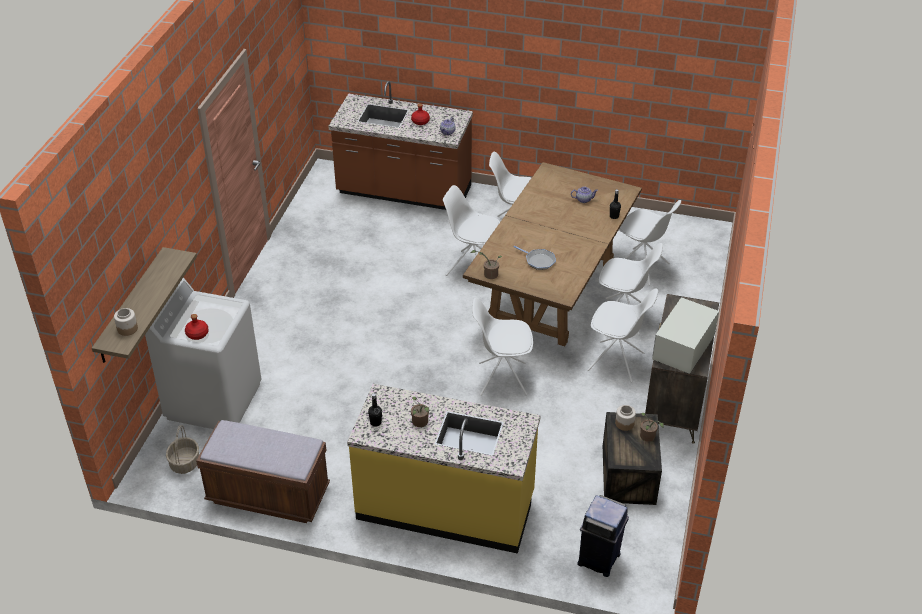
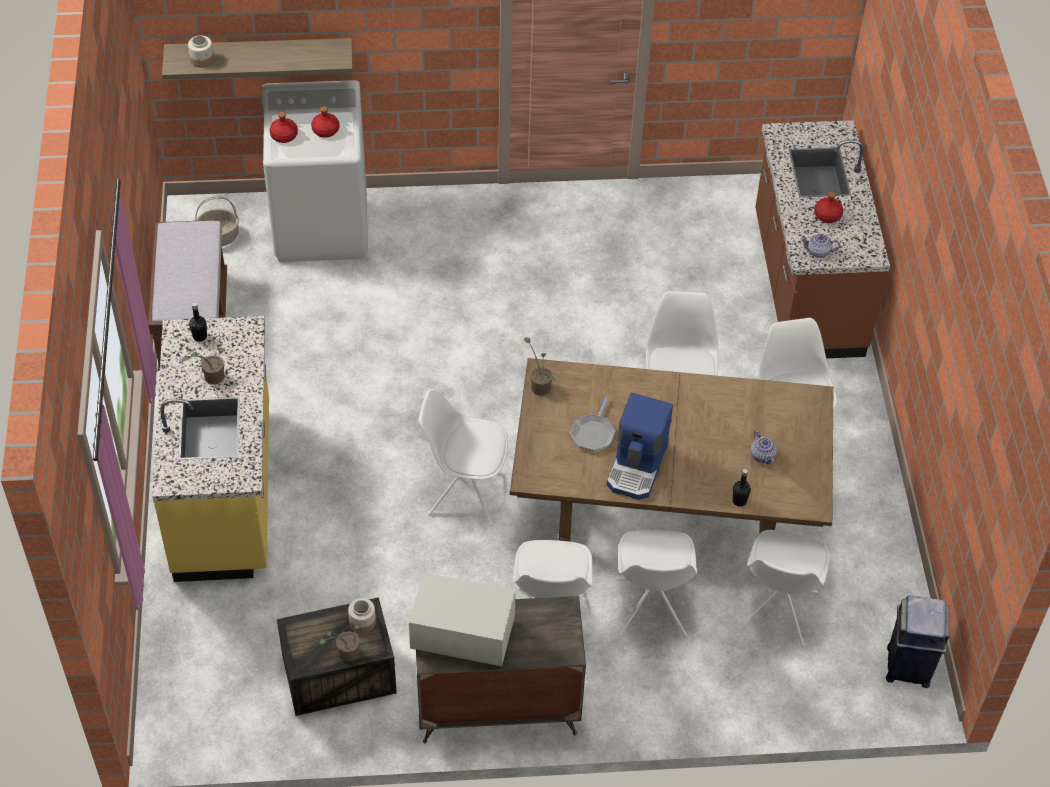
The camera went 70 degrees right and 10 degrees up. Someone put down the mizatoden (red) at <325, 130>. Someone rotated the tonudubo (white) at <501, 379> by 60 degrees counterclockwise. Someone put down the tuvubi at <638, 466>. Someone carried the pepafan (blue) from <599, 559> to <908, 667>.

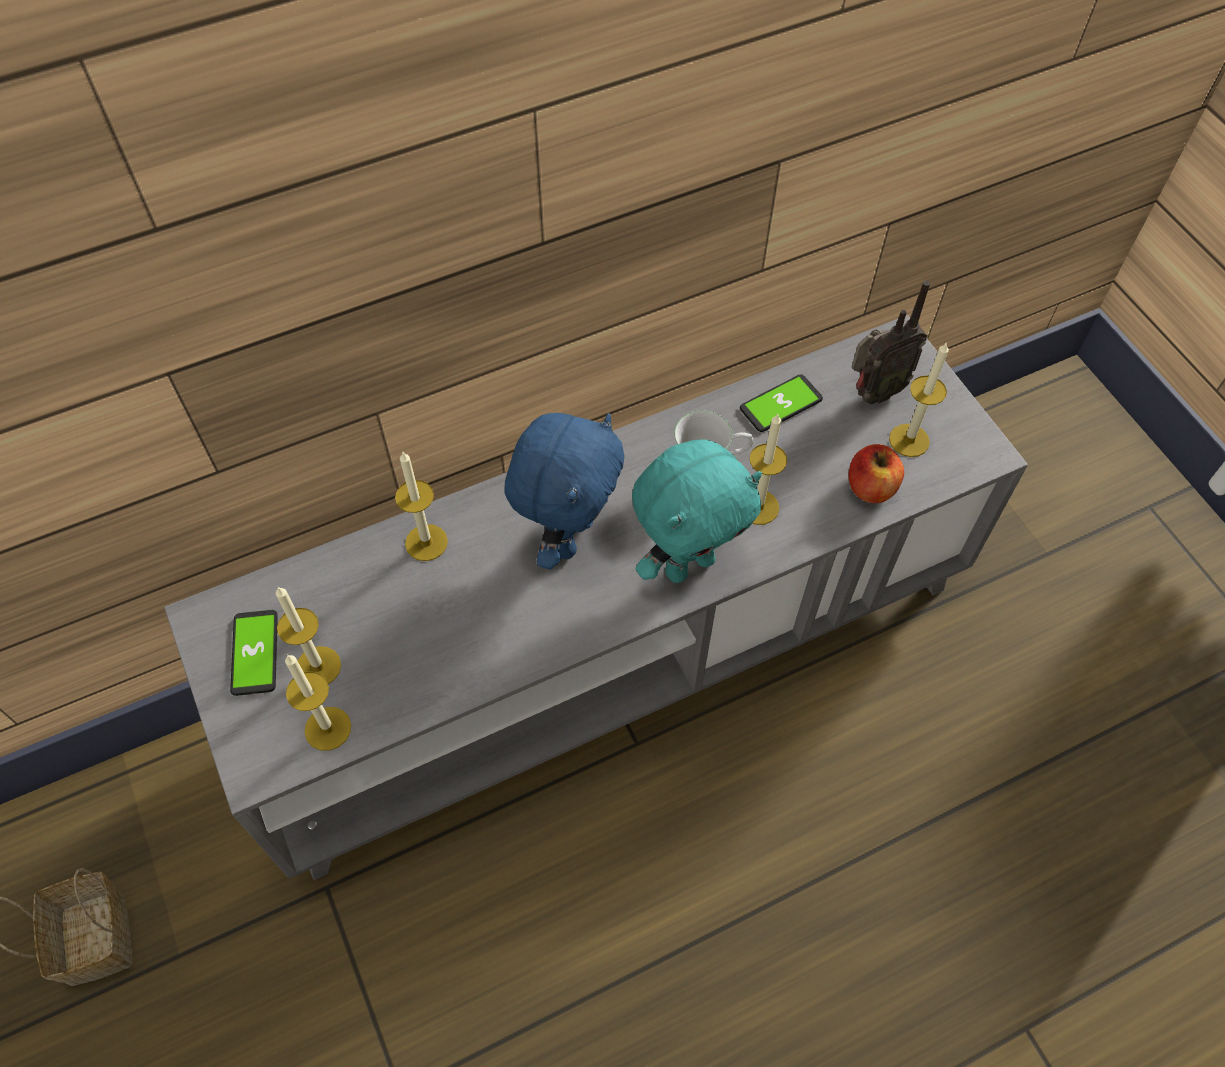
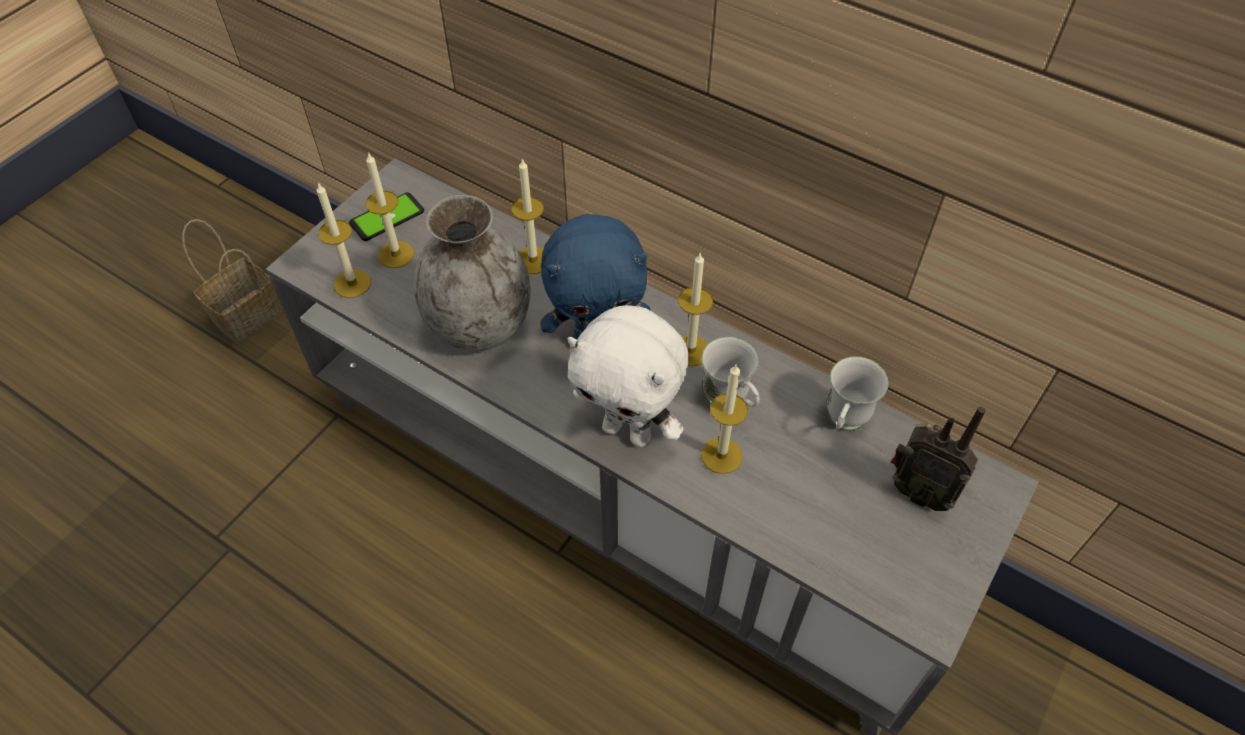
The camera went 60 degrees right and 5 degrees down. Someone put down the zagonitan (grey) at <480, 325>. Someone repainted the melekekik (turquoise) at <688, 564>, which became the melekekik (white) at <628, 431>. Someone carried the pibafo from <909, 440> to <690, 350>. Someone swapped the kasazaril at <781, 404> for the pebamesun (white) at <843, 424>. Someone took away the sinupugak at <871, 487>.

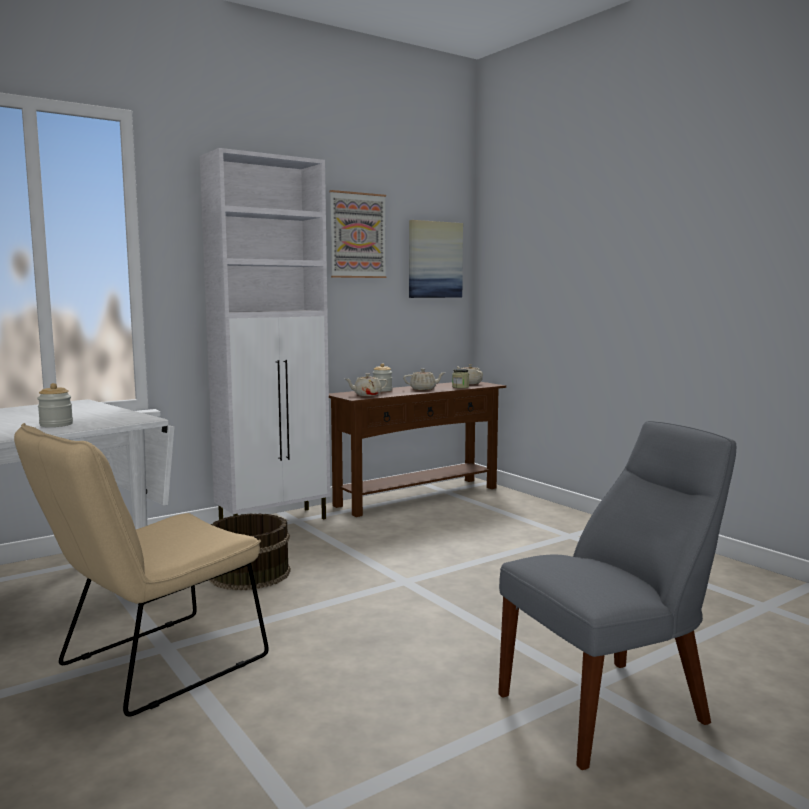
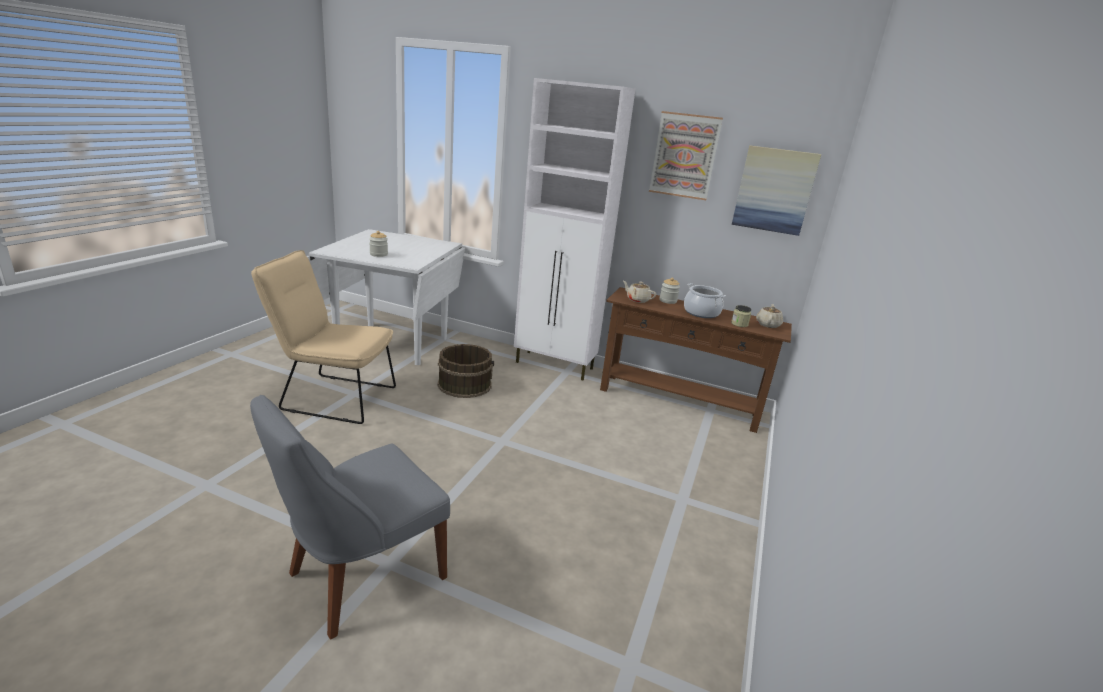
The camera went 55 degrees right and 15 degrees up. Someone rotated the tonudubo (grey) at <610, 707> by 105 degrees clockwise. Someone swapped the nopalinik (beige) at <423, 389> for the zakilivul at <701, 313>.

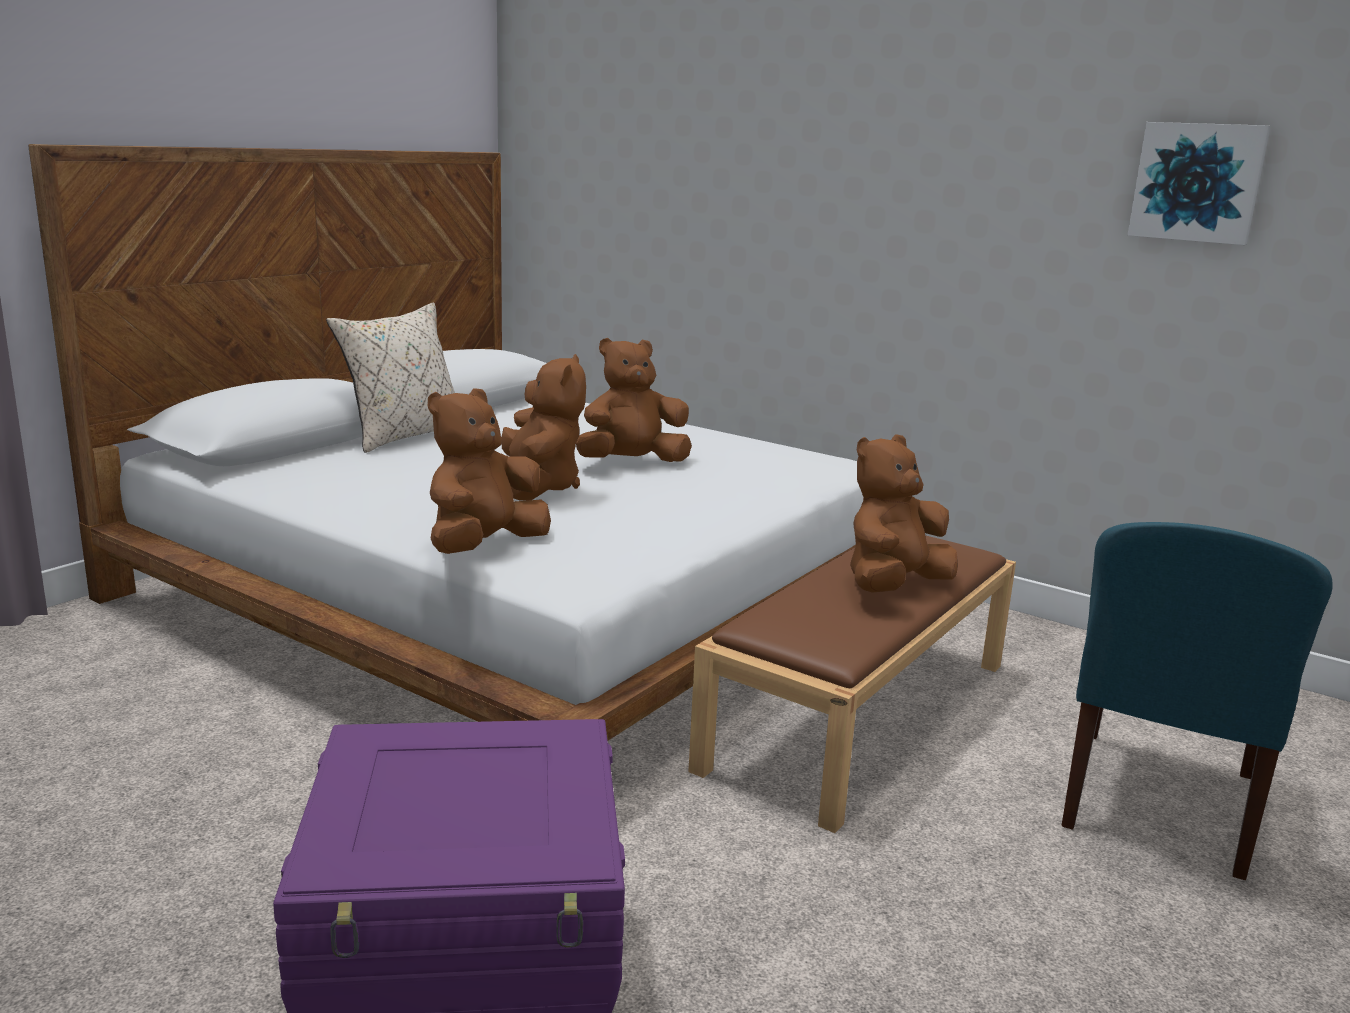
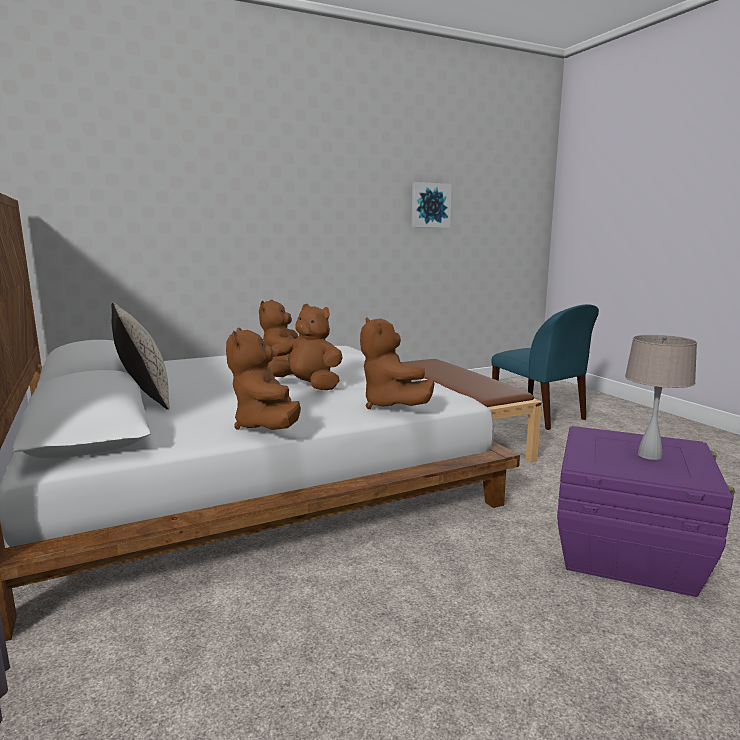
The camera went 60 degrees left and 5 degrees down. Someone carried the melekekik (brown) from <893, 586> to <267, 426>. Someone put down the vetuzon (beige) at <649, 455>.

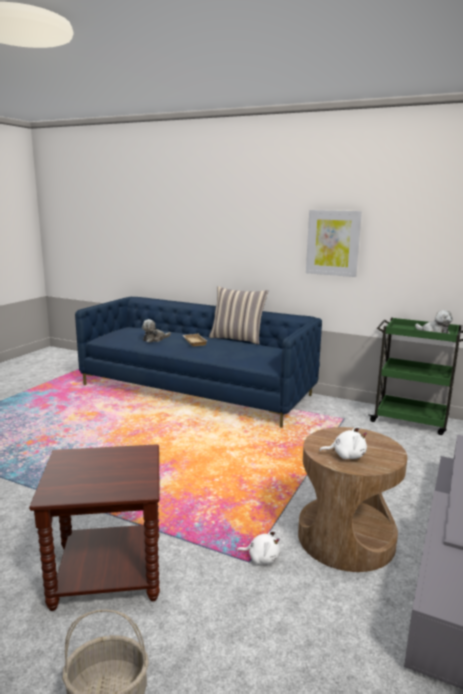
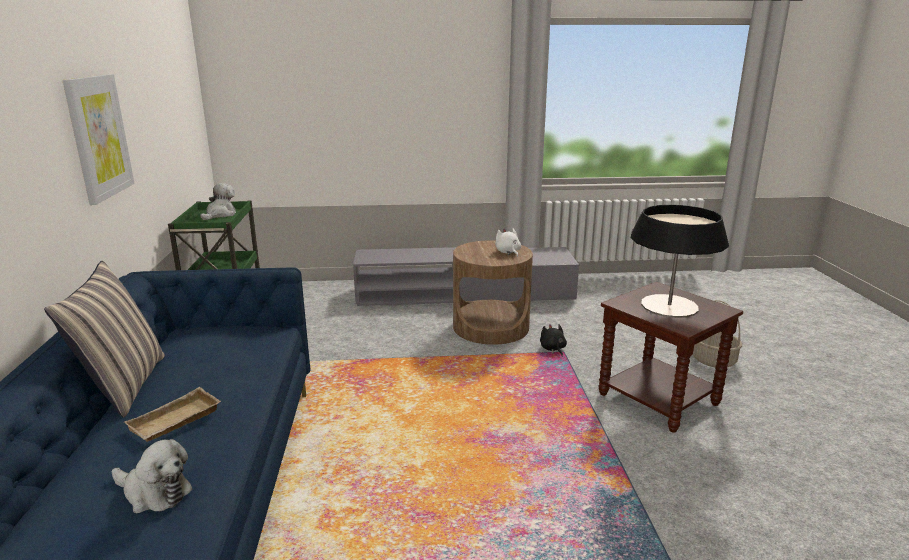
The camera went 120 degrees left and 5 degrees up. Someone repainted the melekekik (white) at <261, 558>, which became the melekekik (black) at <553, 349>. Someone put down the vetuzon at <669, 306>.

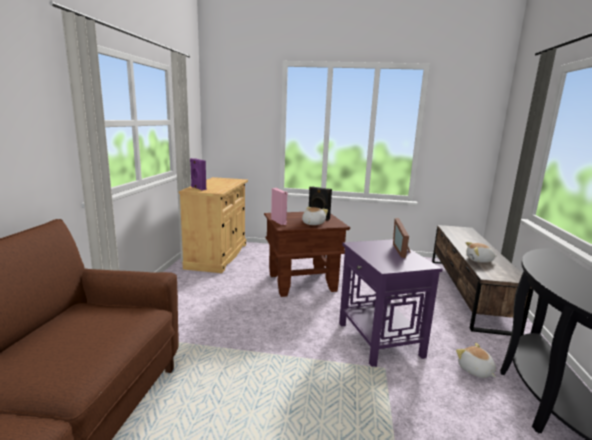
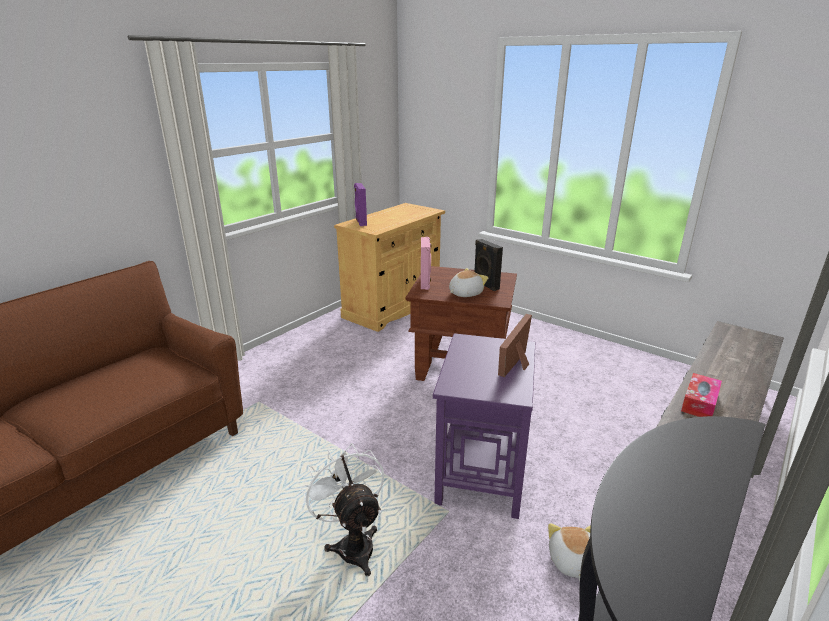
The camera went 30 degrees right and 10 degrees up. Someone put down the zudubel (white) at <352, 543>. Someone swapped the melekekik at <479, 260> for the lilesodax at <699, 402>.

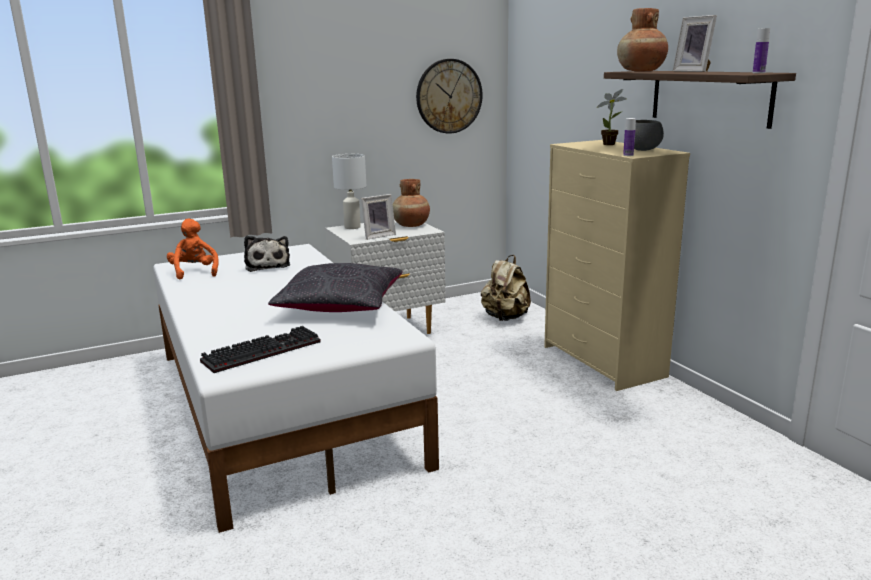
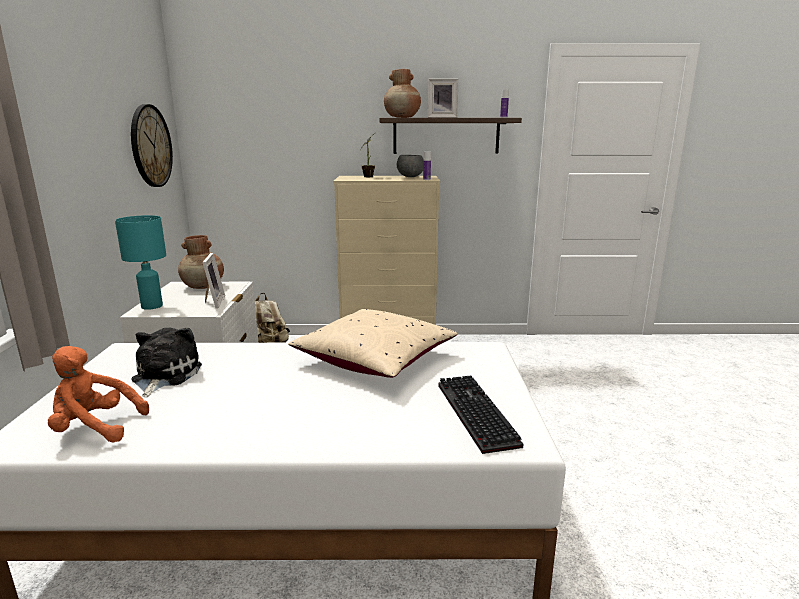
The camera went 65 degrees left and 0 degrees up. Someone repainted the vetuzon (white) at <352, 227>, which became the vetuzon (turquoise) at <152, 306>. Someone rotated the melekekik at <267, 265> by 90 degrees counterclockwise. Someone repainted the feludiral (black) at <341, 305>, which became the feludiral (beige) at <374, 359>.

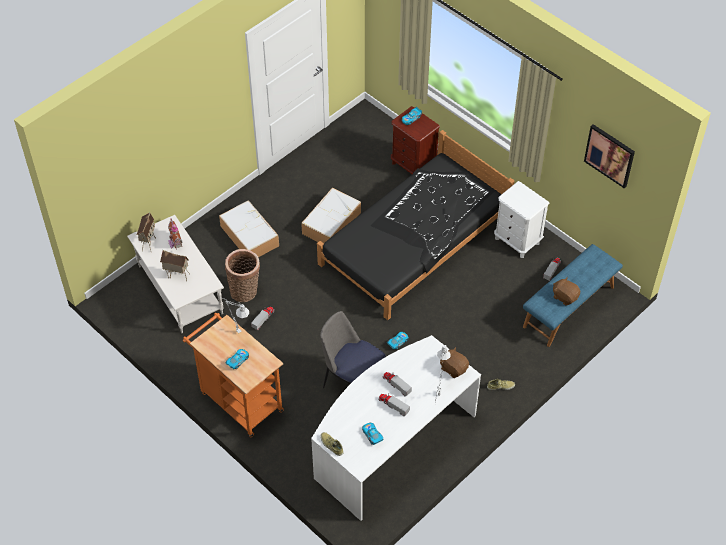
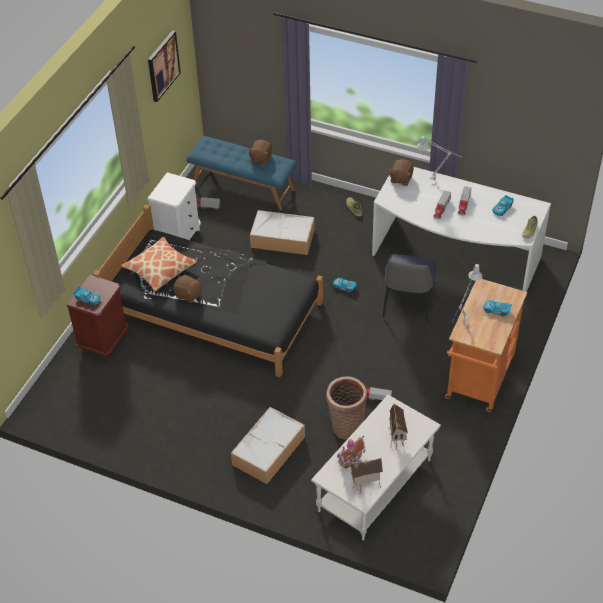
The camera went 110 degrees left and 5 degrees down. Someone put down the feludiral at <160, 269>. Someone put down the melekekik (brown) at <188, 295>. Someone carried the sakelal from <331, 222> to <281, 238>.

